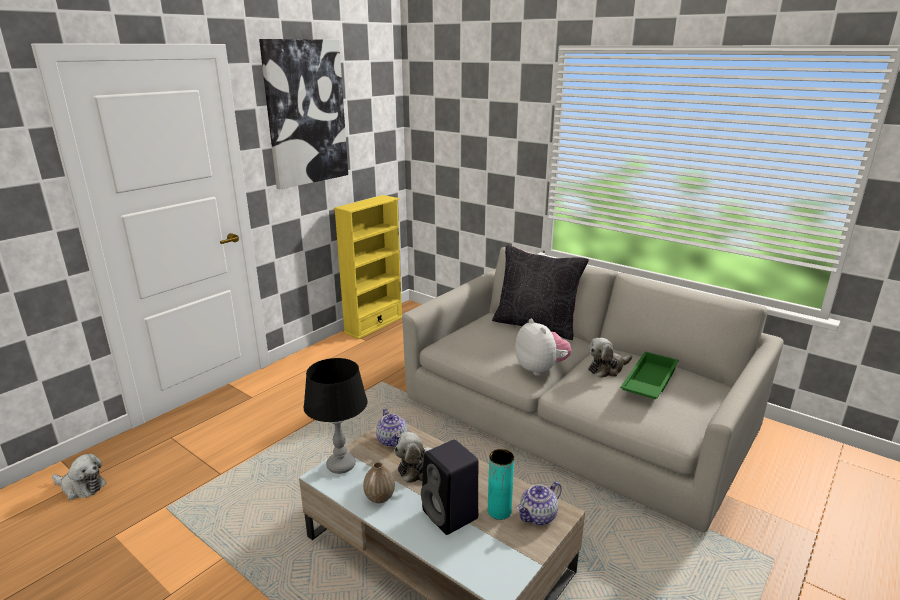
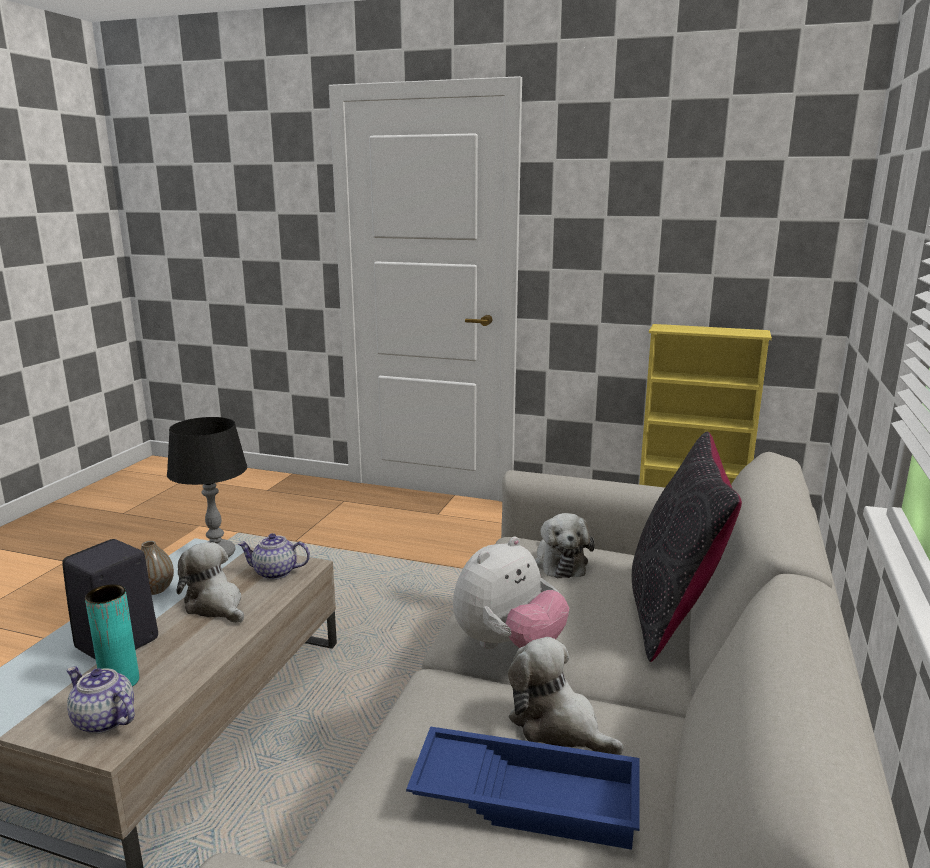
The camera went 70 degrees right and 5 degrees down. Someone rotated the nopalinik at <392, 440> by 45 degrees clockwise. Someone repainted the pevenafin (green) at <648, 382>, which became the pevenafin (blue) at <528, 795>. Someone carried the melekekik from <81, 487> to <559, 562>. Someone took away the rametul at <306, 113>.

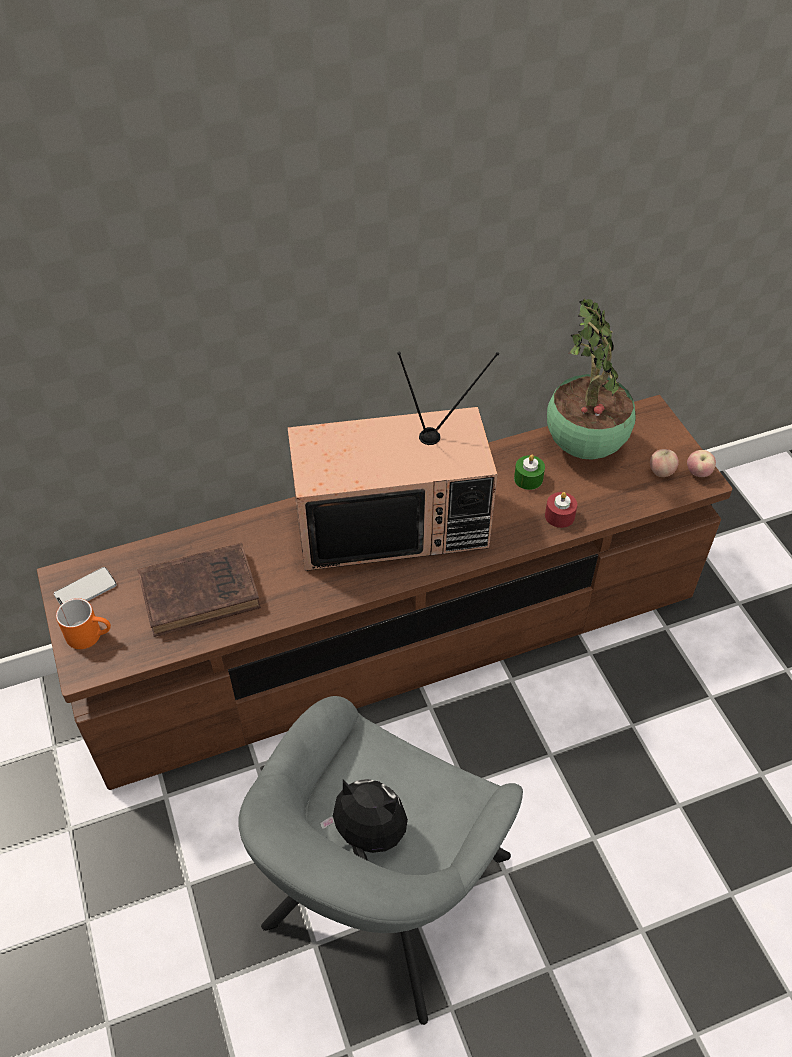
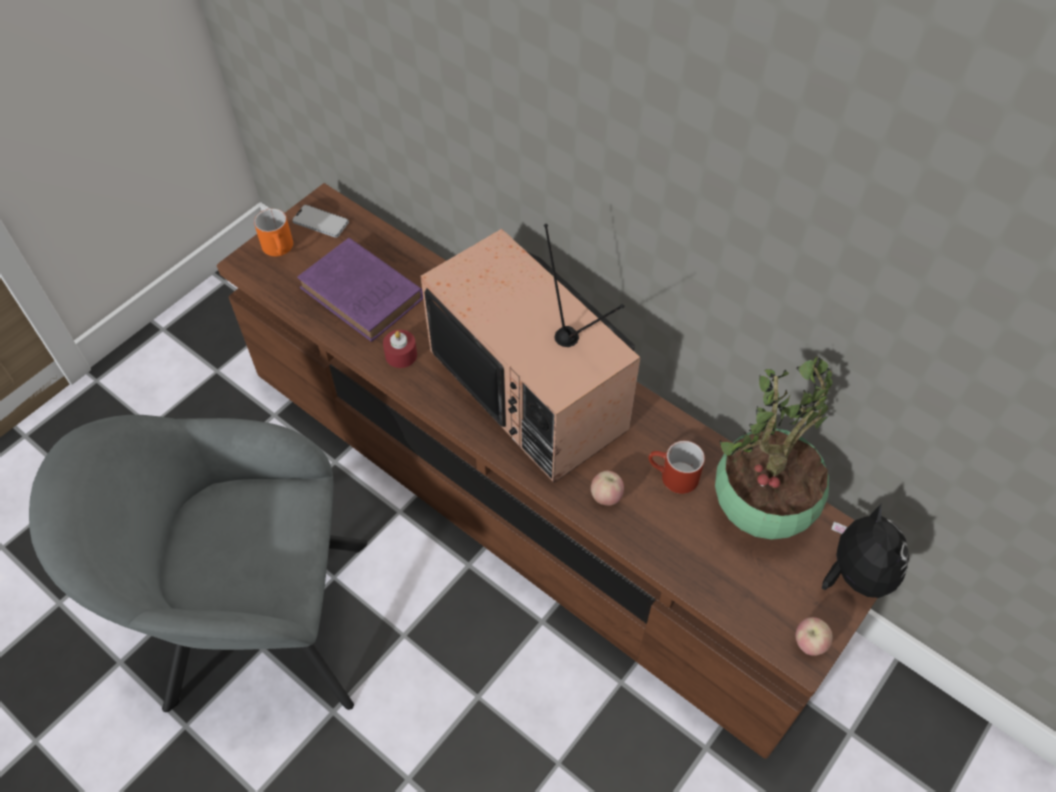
The camera went 60 degrees right and 5 degrees up. Someone repainted the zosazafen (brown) at <203, 592>, which became the zosazafen (purple) at <364, 295>. Someone carried the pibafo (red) from <559, 516> to <401, 355>. Someone carried the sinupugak from <661, 472> to <606, 496>. Someone swapped the pibafo (green) at <528, 479> for the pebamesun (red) at <672, 477>. Someone carried the melekekik from <368, 837> to <855, 574>.

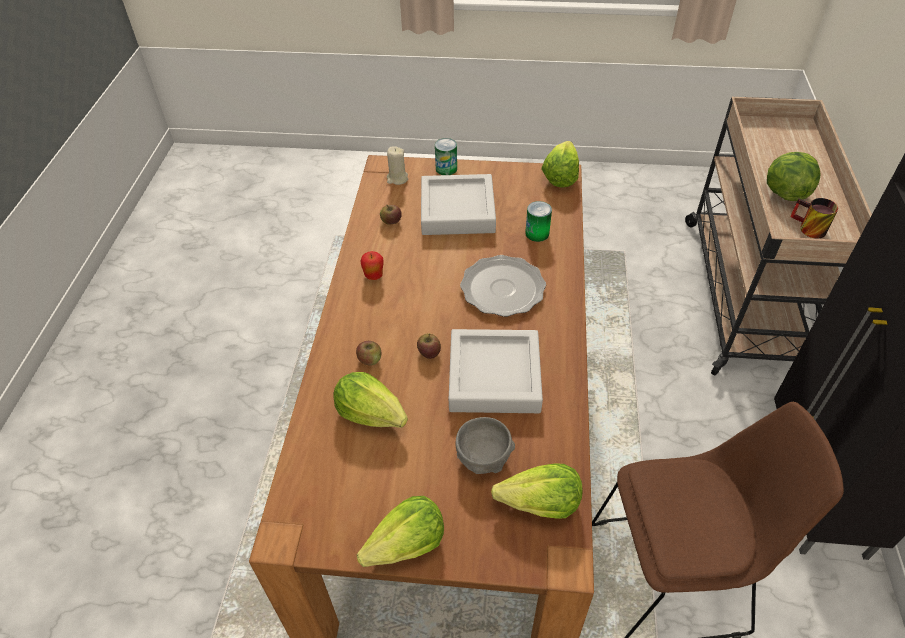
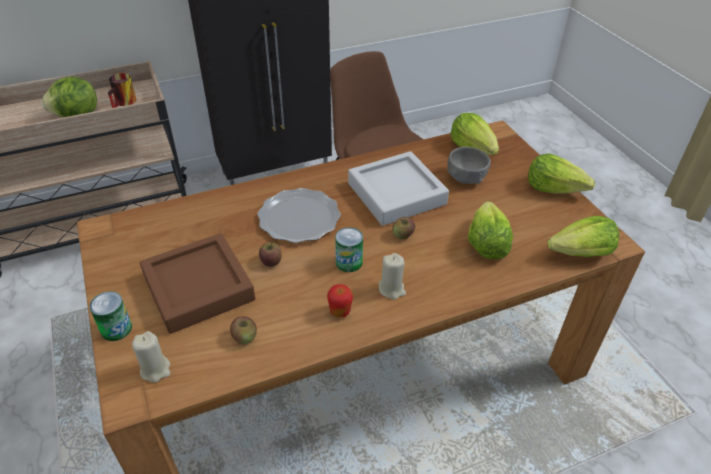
The camera went 120 degrees left and 5 degrees down. Someone repainted the pevenafin (grey) at <457, 210>, which became the pevenafin (brown) at <198, 287>. Someone carried the sinupugak from <370, 359> to <271, 261>. Someone carried the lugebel from <537, 233> to <349, 262>. Someone put down the pibafo (beige) at <392, 289>. Someone carried the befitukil from <560, 176> to <581, 253>.

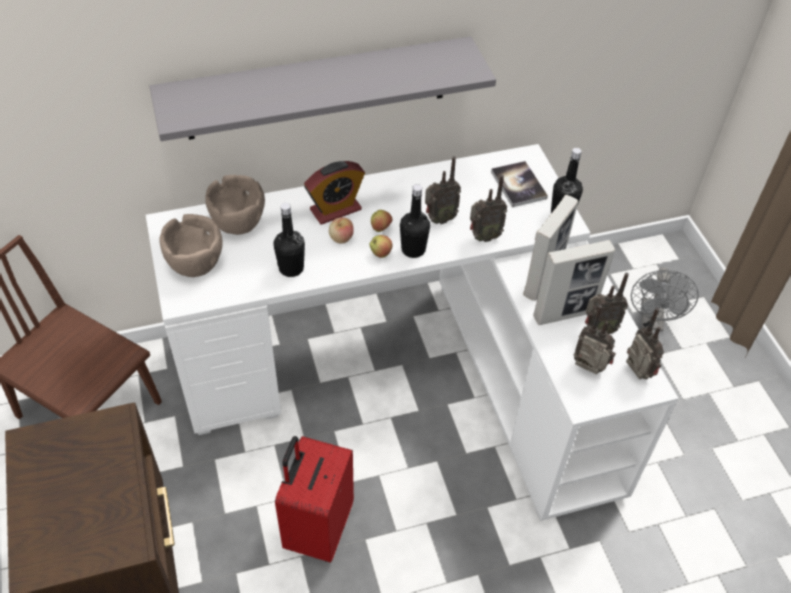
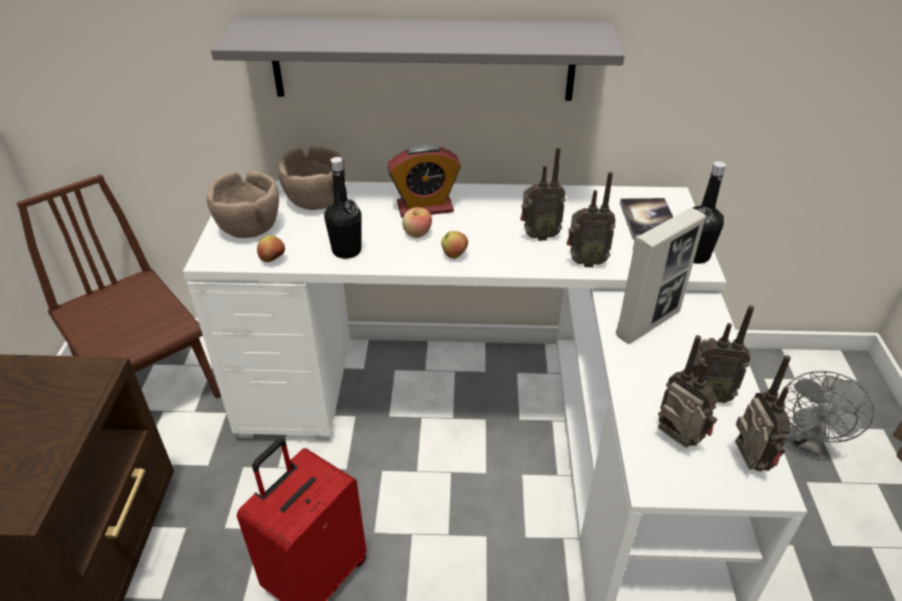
The camera went 20 degrees right and 10 degrees down. Someone carried the sinupugak from <381, 228> to <273, 260>. Someone took away the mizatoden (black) at <413, 249>. Someone took away the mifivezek at <564, 314>.

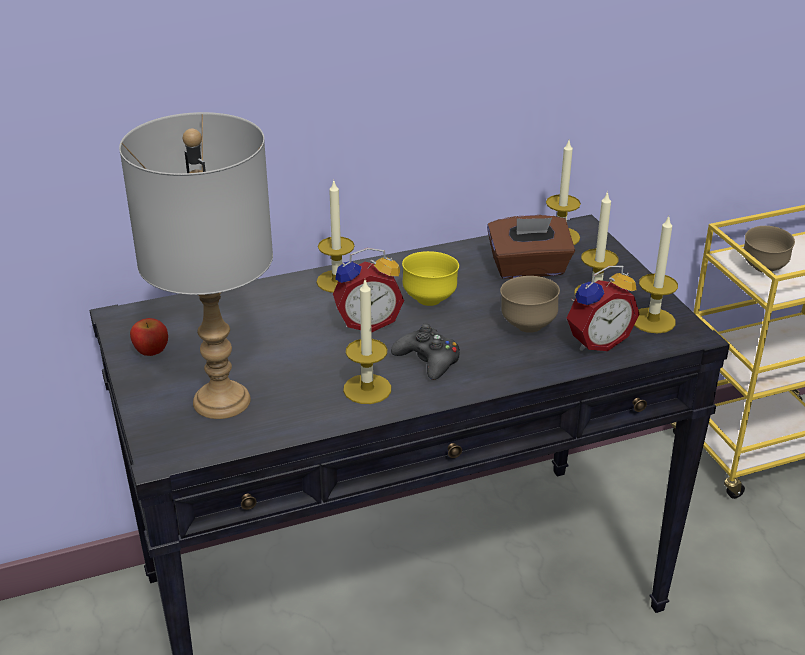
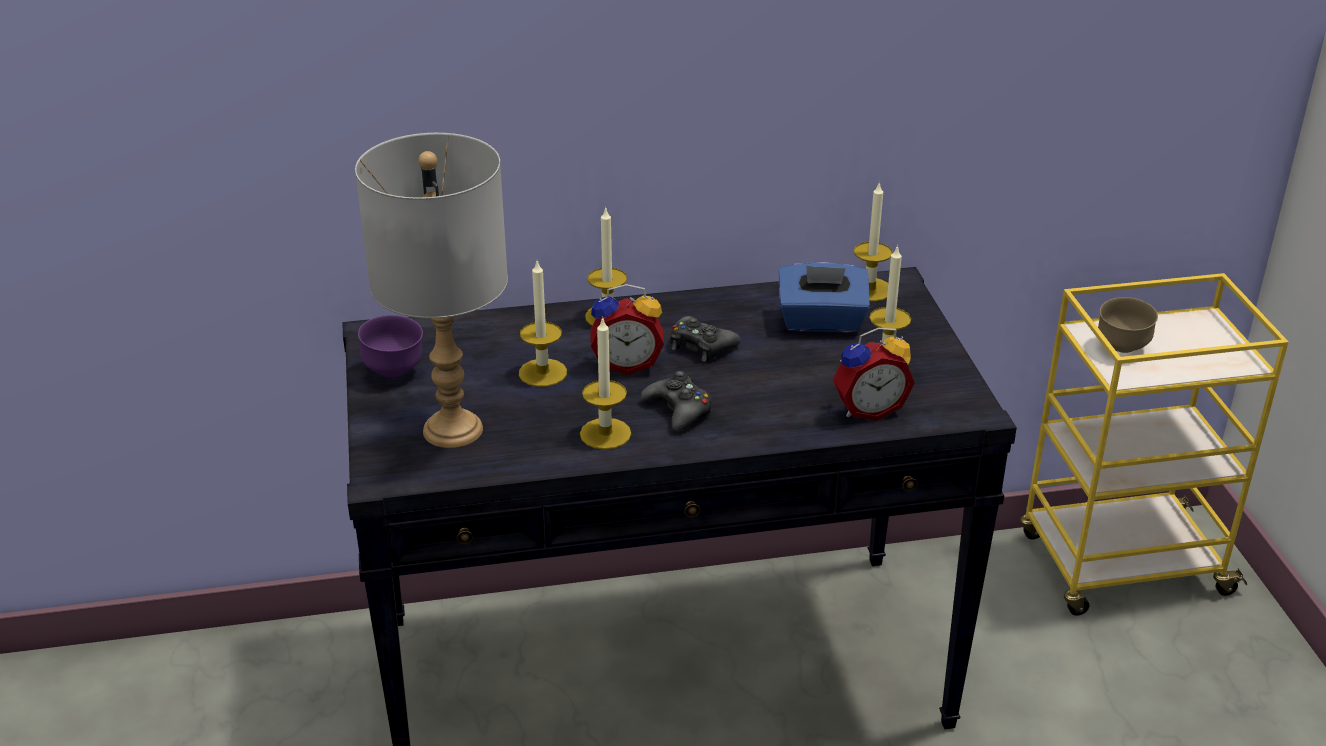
The camera went 10 degrees right and 0 degrees up. Someone swapped the sinupugak at <151, 351> for the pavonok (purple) at <394, 372>. Someone carried the pibafo from <653, 320> to <542, 373>. Someone swapped the pavonok (yellow) at <430, 300> for the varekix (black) at <701, 346>. Someone repainted the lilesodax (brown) at <528, 268>, which became the lilesodax (blue) at <821, 322>. Someone took away the pavonok (brown) at <527, 326>.

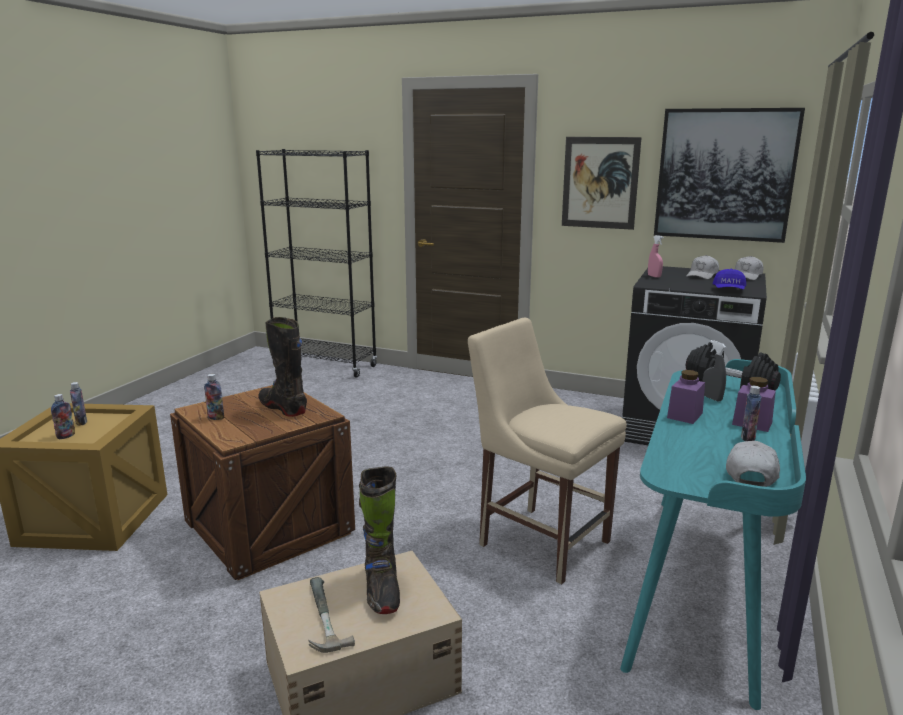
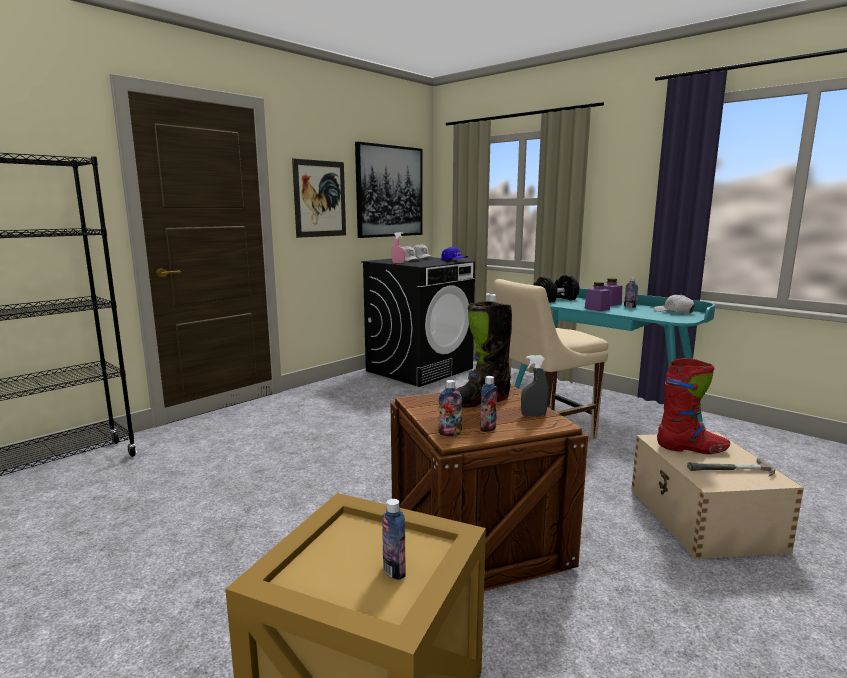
The camera went 70 degrees left and 5 degrees down. Someone carried the mizatoden from <81, 422> to <449, 434>. Someone carried the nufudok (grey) from <711, 398> to <533, 415>. Someone repainted the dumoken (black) at <382, 590>, which became the dumoken (red) at <692, 449>.

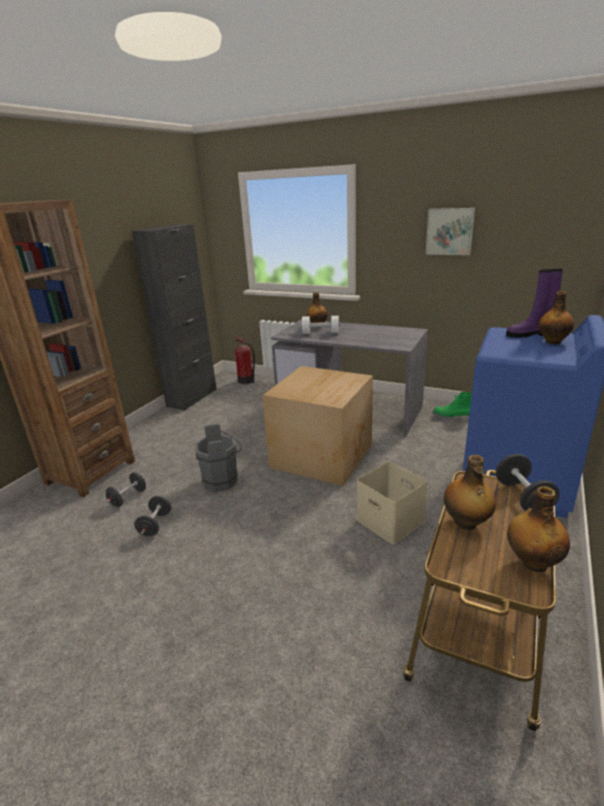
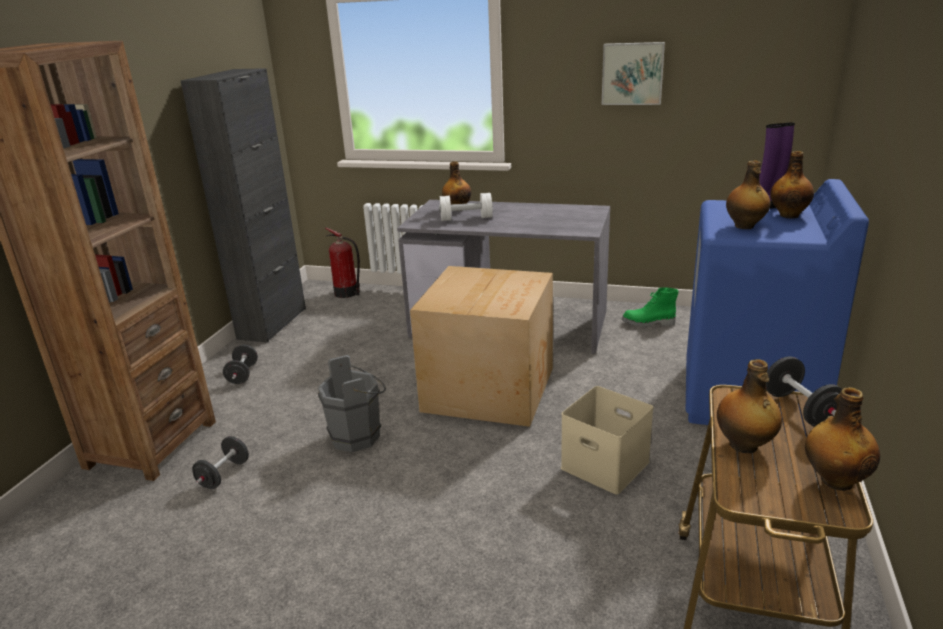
The camera went 10 degrees left and 0 degrees up. Someone carried the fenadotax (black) from <155, 525> to <243, 374>. Someone put down the mizatoden at <744, 226>.

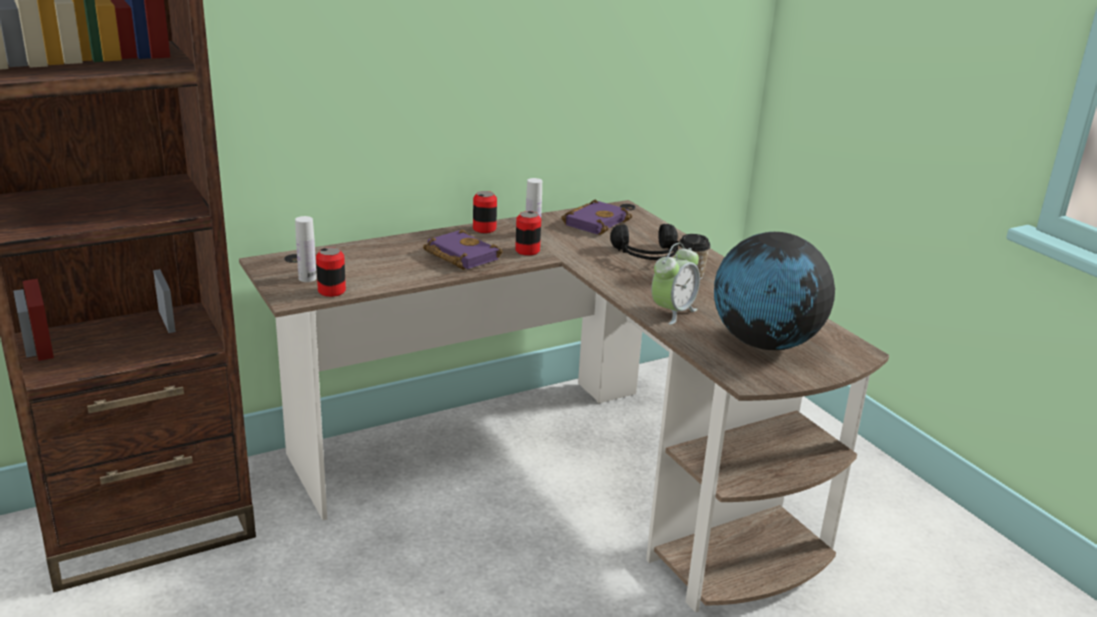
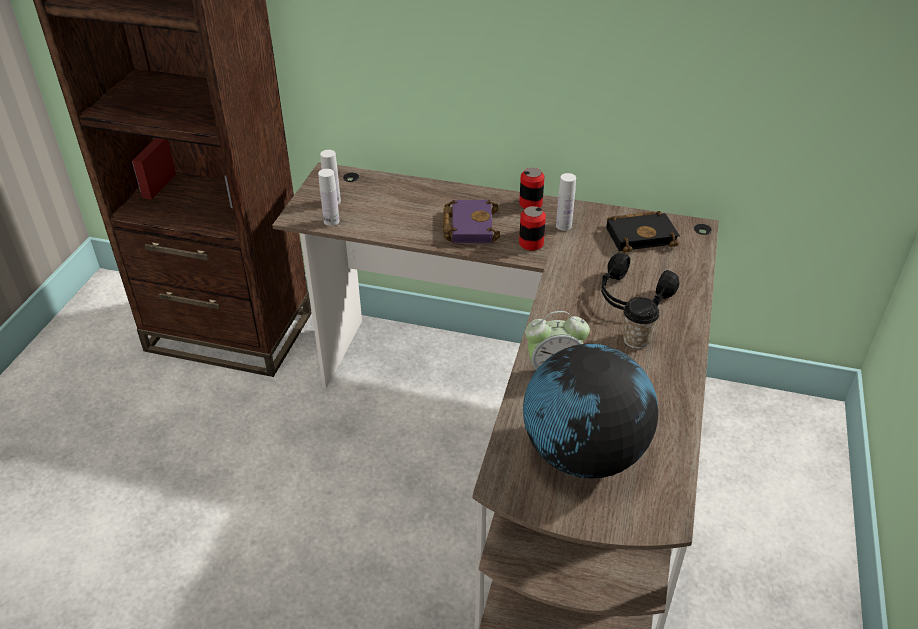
The camera went 45 degrees right and 15 degrees up. Someone swapped the lugebel at <331, 291> for the mizatoden (white) at <331, 221>. Someone repainted the zosazafen (purple) at <595, 222>, which became the zosazafen (black) at <642, 235>.

